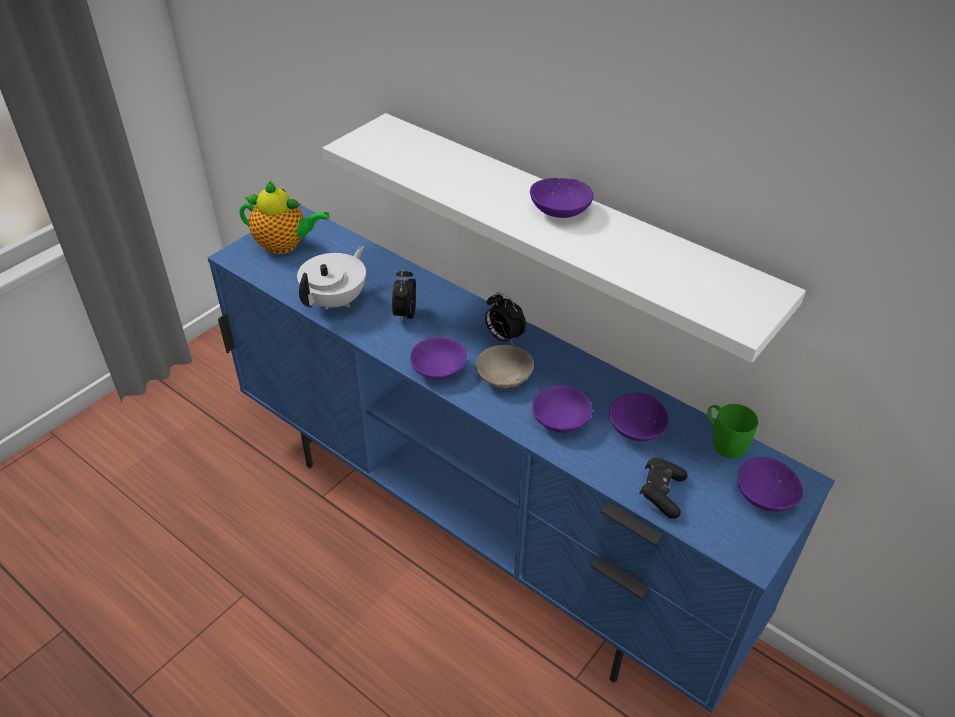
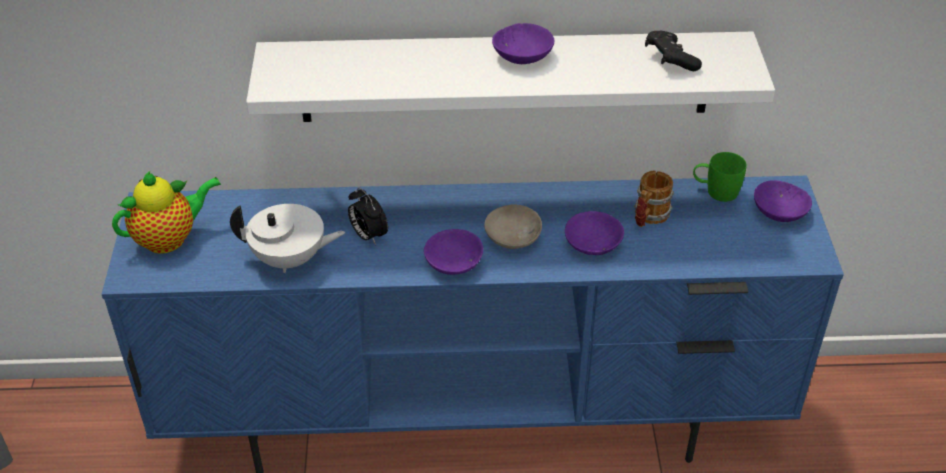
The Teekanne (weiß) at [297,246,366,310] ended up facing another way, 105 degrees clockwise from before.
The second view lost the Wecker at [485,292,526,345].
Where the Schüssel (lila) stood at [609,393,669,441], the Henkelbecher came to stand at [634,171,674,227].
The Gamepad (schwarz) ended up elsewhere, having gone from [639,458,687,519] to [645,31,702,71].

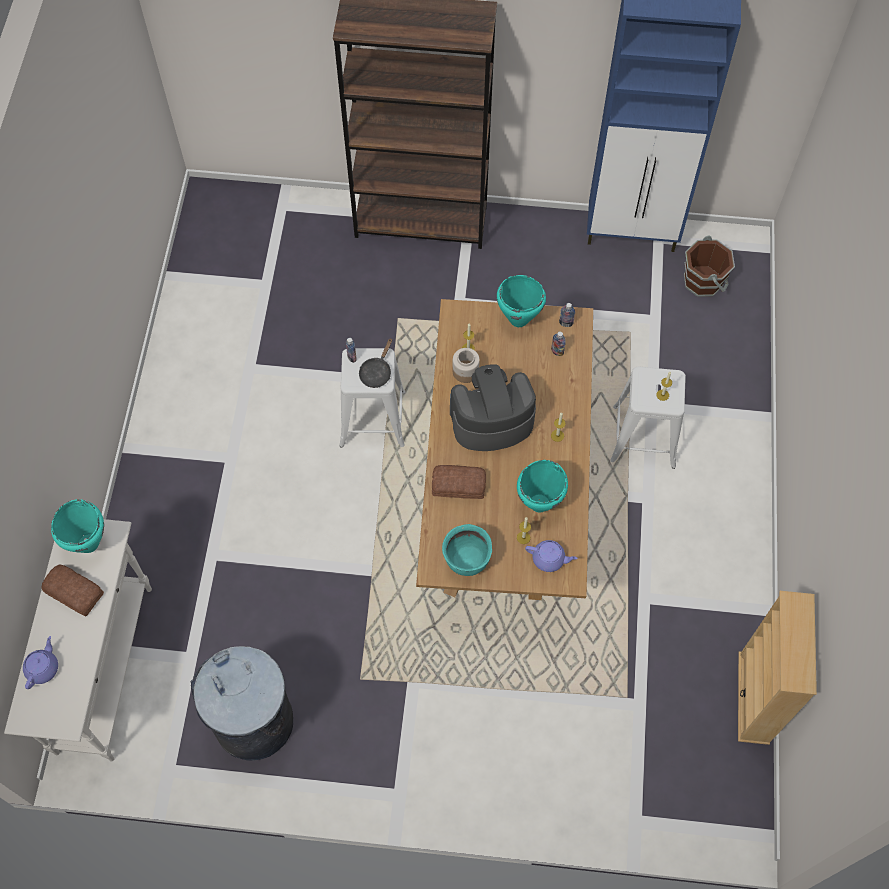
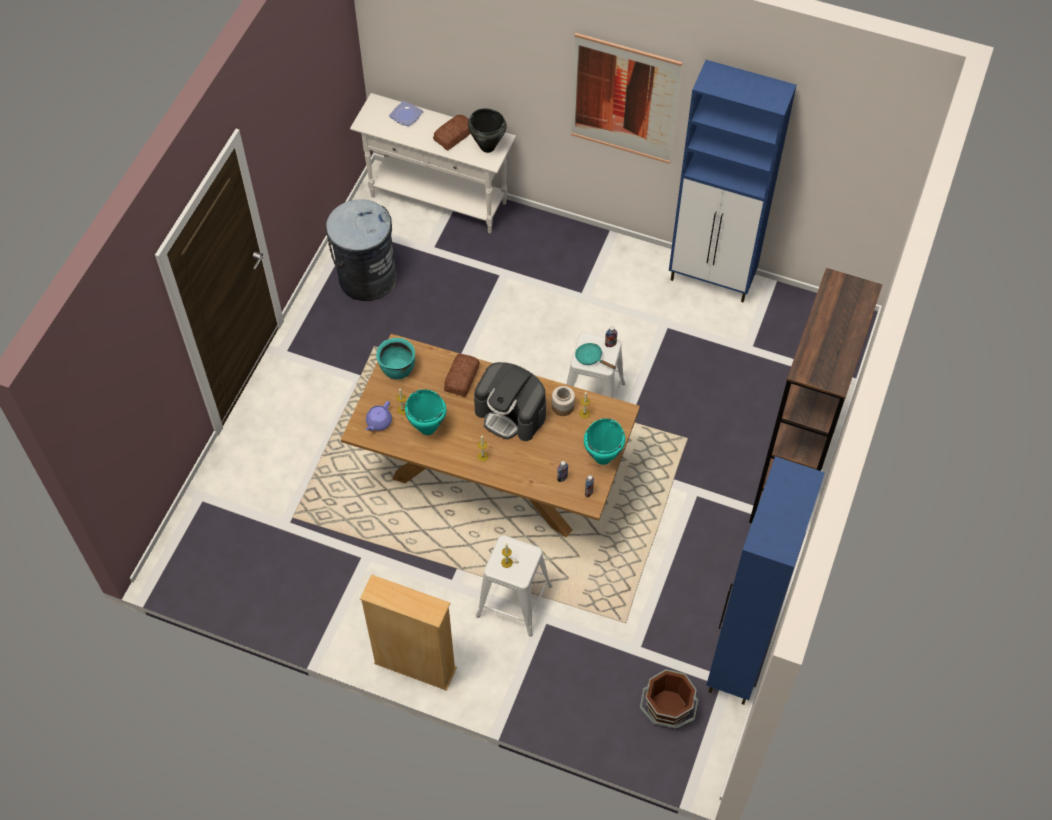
What was the Pfanne (schwarz) at [359,338,392,388] turned into the Pfanne (türkis) at [575,343,616,369].
The Kaffeemaschine at [450,364,536,451] ended up facing another way, 120 degrees clockwise from before.
What was the Kochtopf (türkis) at [51,499,104,553] turned into the Kochtopf (schwarz) at [468,108,507,153].
The Bücherregal (beige) ended up elsewhere, having gone from [738,591,817,745] to [360,574,457,691].
Where the Teekanne (lila) stood at [23,636,58,689], the Teller came to stand at [389,101,423,126].
The second view gained the Bild at [571,33,682,164].
The second view gained the Schrank (blau) at [669,60,797,302].

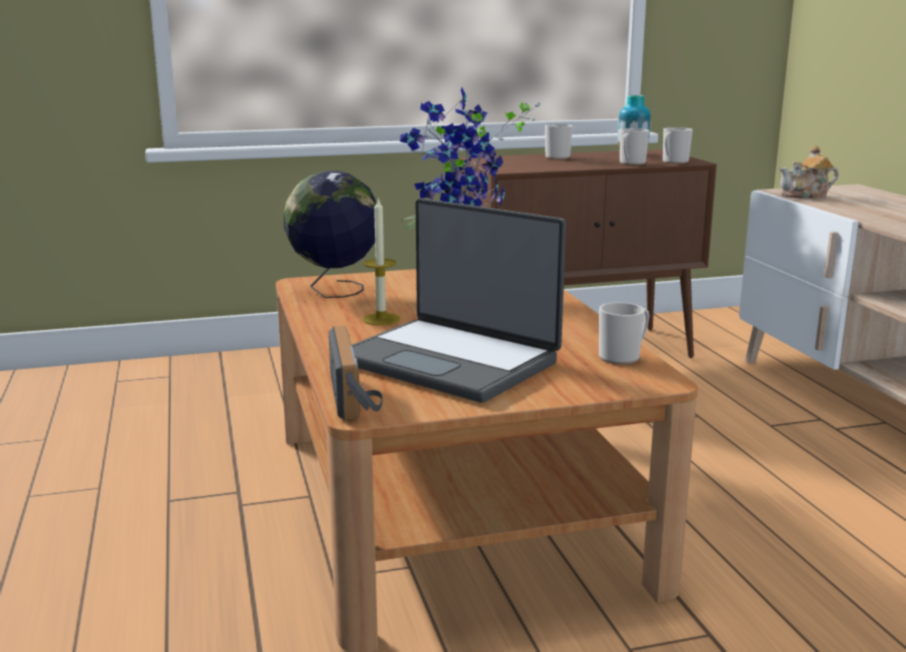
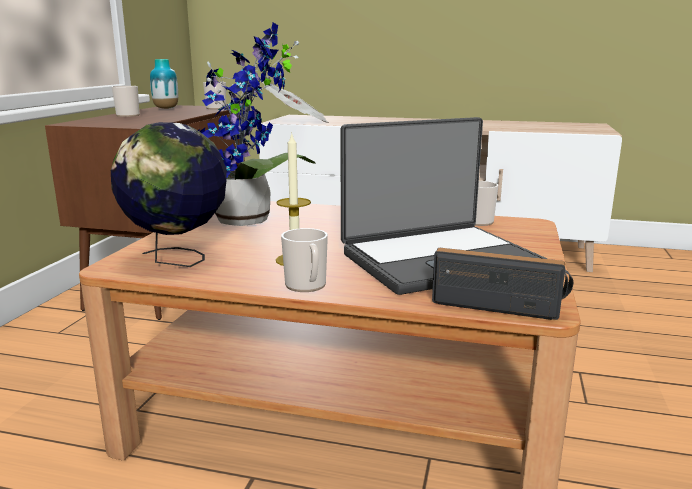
The Henkelbecher ended up elsewhere, having gone from [620,128,649,165] to [281,228,328,292].
Where the Teekanne stood at [779,146,839,199], the Zeitung came to stand at [262,81,329,123].

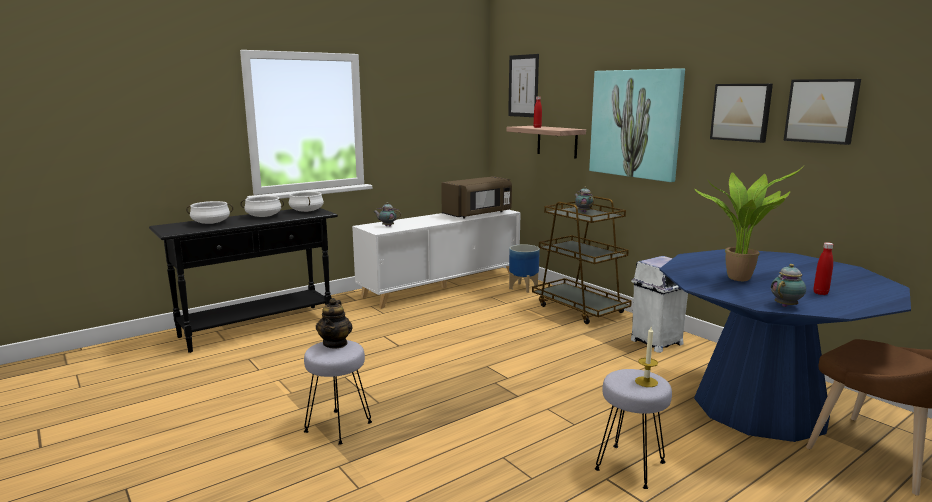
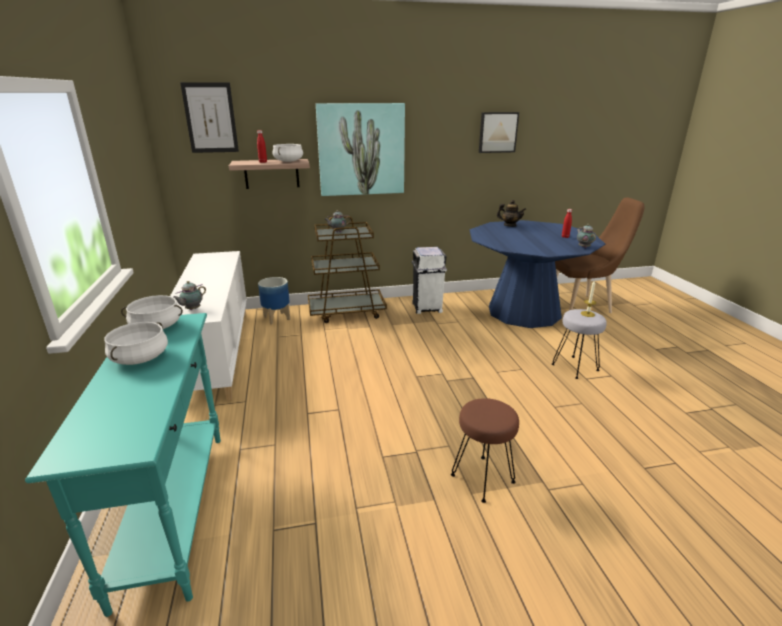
The second view lost the Bild at [710,84,773,143].
The second view lost the Topfpflanze at [694,166,804,281].
The second view lost the Mikrowelle (braun) at [441,176,512,218].
The Kochtopf (weiß) ended up elsewhere, having gone from [186,201,233,224] to [272,144,303,162].
What was the Konsolentisch (schwarz) at [149,208,338,353] turned into the Konsolentisch (türkis) at [25,313,221,617].
The Teekanne ended up elsewhere, having gone from [316,298,353,349] to [497,200,526,227].
What was the Hocker (grau) at [304,340,372,445] turned into the Hocker (braun) at [451,398,519,503].

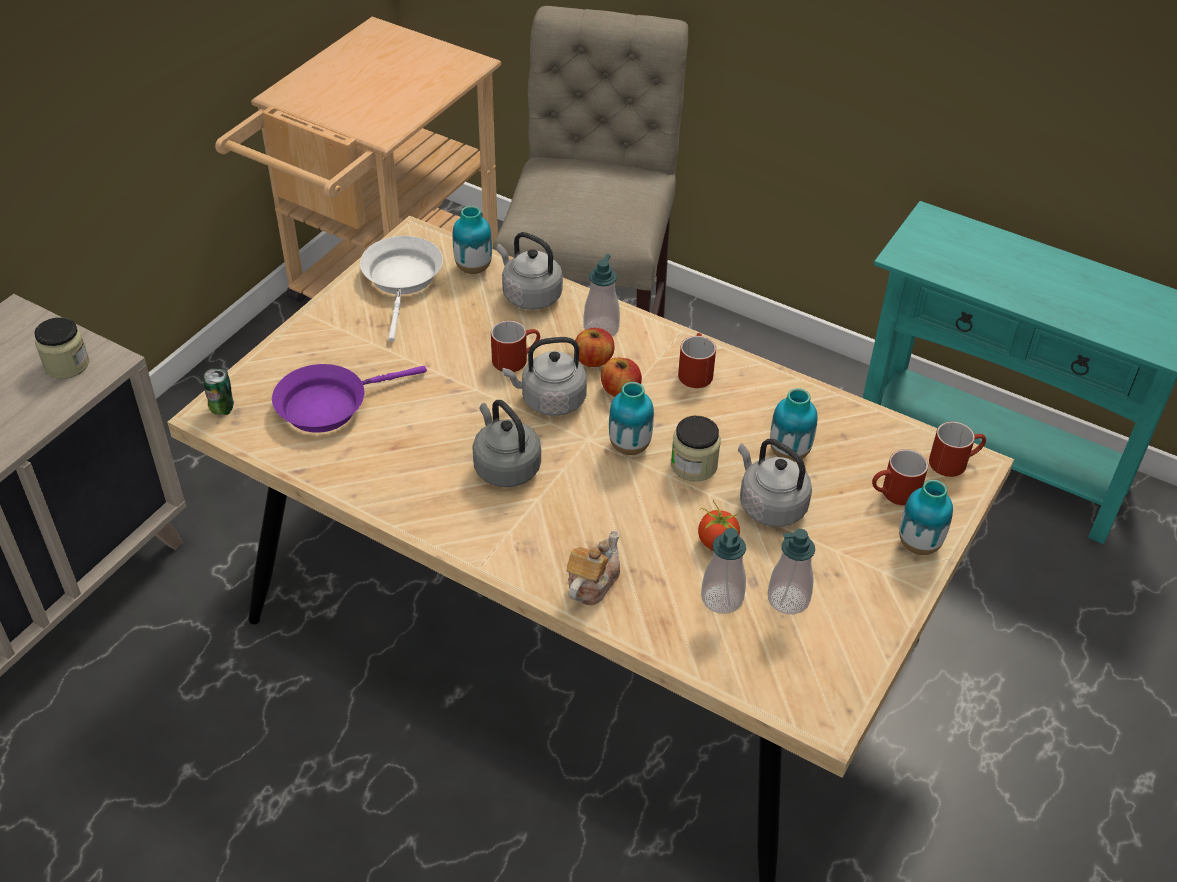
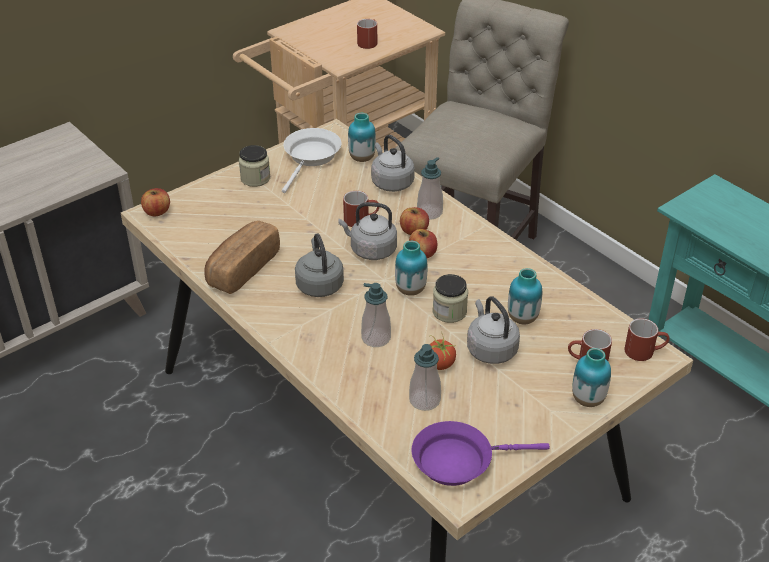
The Vorratsglas ended up elsewhere, having gone from [34,317,89,379] to [239,145,270,187].
The Henkelbecher (rot) ended up elsewhere, having gone from [678,333,716,388] to [357,19,377,49].
The Pfanne (lila) ended up elsewhere, having gone from [272,364,427,433] to [411,421,550,486].
Where the Dose stood at [204,368,234,415], the Apfel came to stand at [141,188,170,217].
The Seifenspender ended up elsewhere, having gone from [768,529,815,614] to [361,283,391,347].
The second view lost the Teekanne at [567,531,620,605].
The second view gained the Brot at [204,221,280,294].

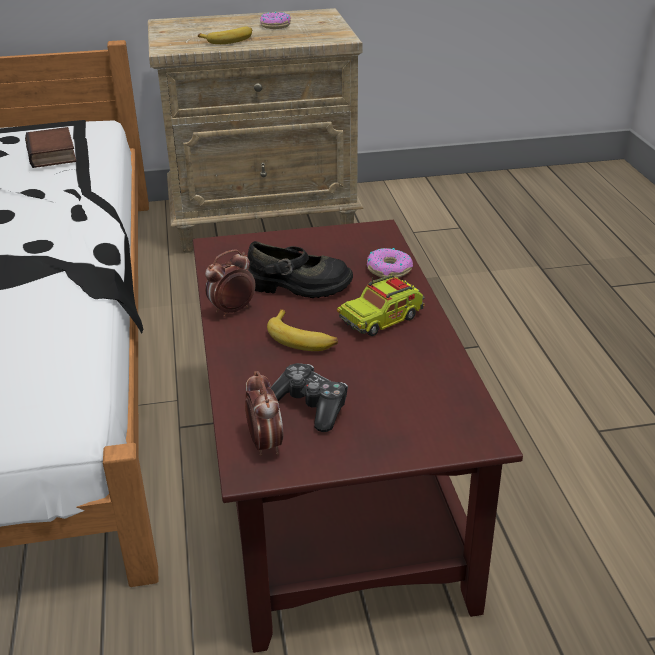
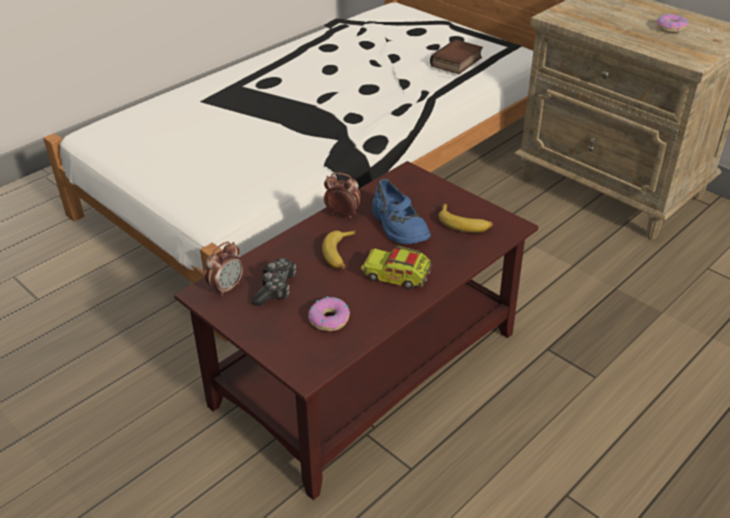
The Banane ended up elsewhere, having gone from [198,27,252,44] to [439,204,493,233].
What was the Schuh (schwarz) at [247,241,353,298] turned into the Schuh (blau) at [372,179,431,244].
The Donut ended up elsewhere, having gone from [367,248,413,278] to [308,296,350,331].

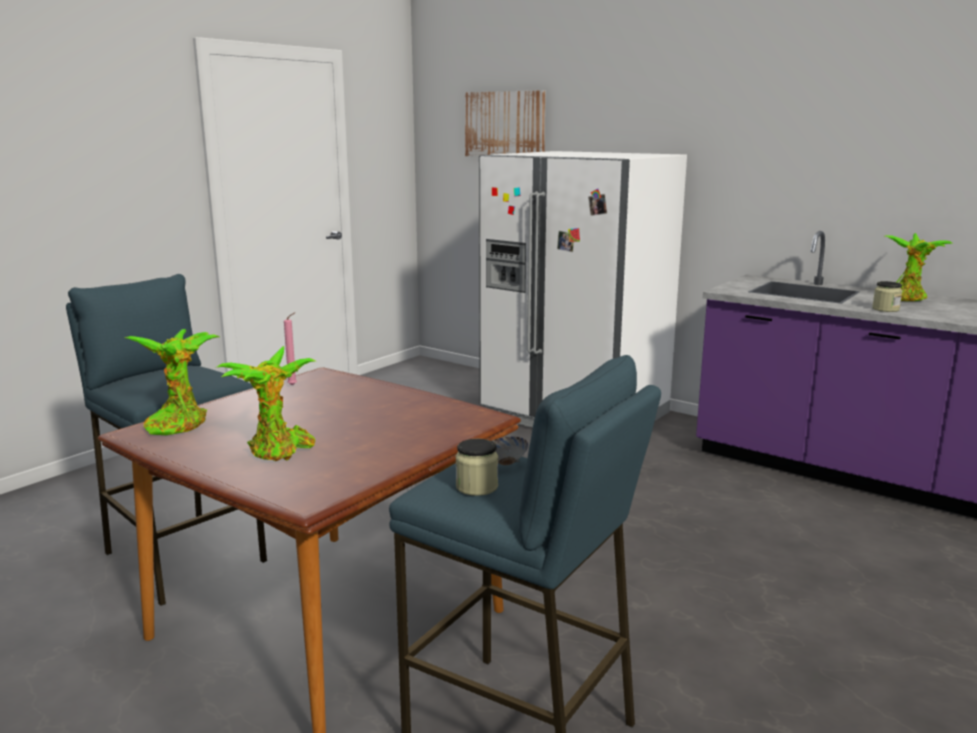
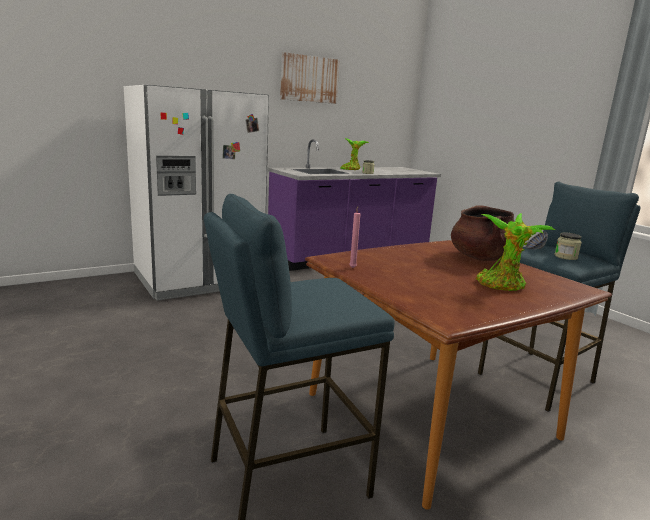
The Bild ended up elsewhere, having gone from [465,90,546,157] to [280,52,339,104].
The second view lost the Topfpflanze at [125,329,220,435].
The second view gained the Kochtopf (braun) at [451,205,515,261].

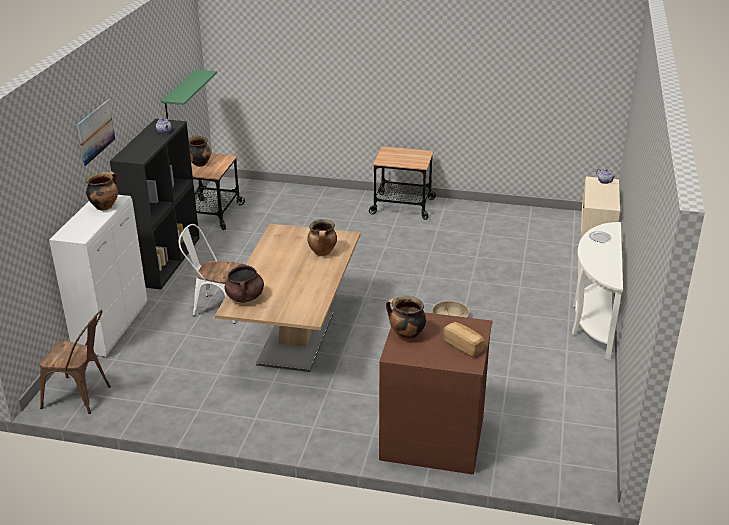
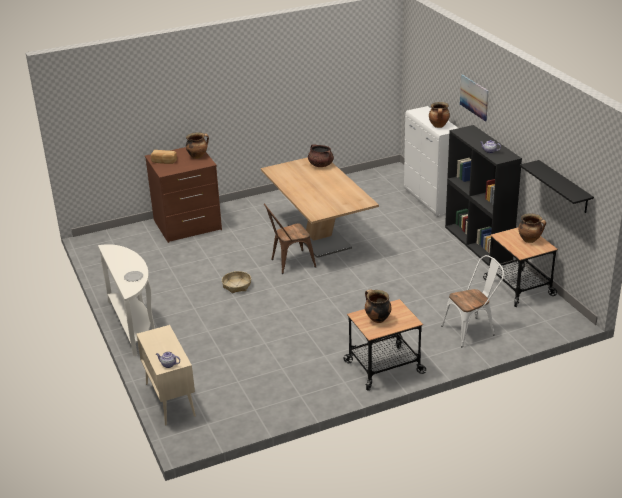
What was the Wandregal (grün) at [161,70,217,119] turned into the Wandregal (schwarz) at [520,160,594,213].
The Kochtopf ended up elsewhere, having gone from [307,219,337,256] to [365,289,392,323].
The Stuhl (weiß) ended up elsewhere, having gone from [179,224,239,324] to [441,255,504,347].
The Stuhl (braun) ended up elsewhere, having gone from [40,310,111,414] to [264,204,316,274].

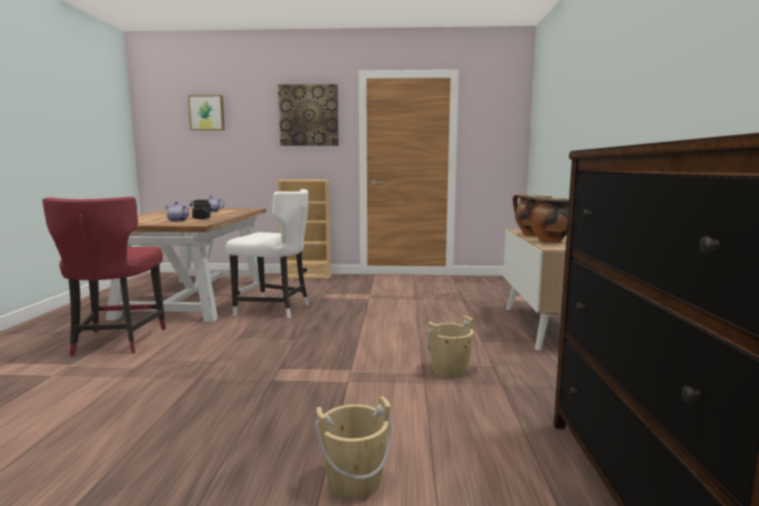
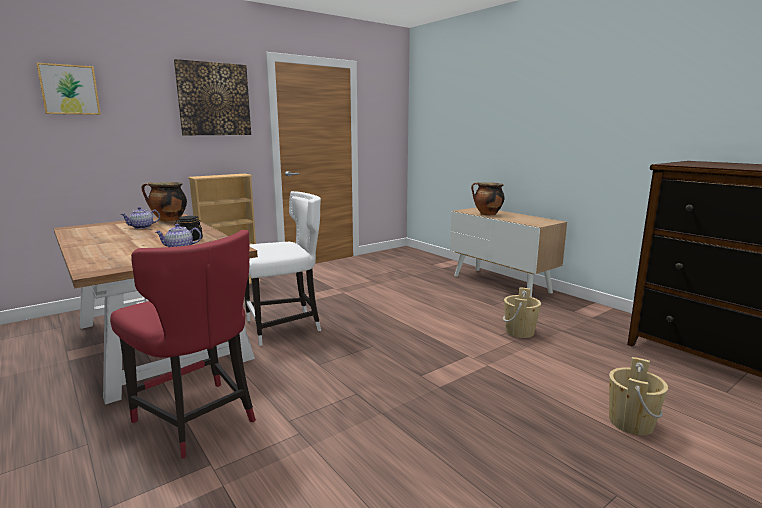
The Kochtopf ended up elsewhere, having gone from [526,197,569,243] to [141,182,187,222].

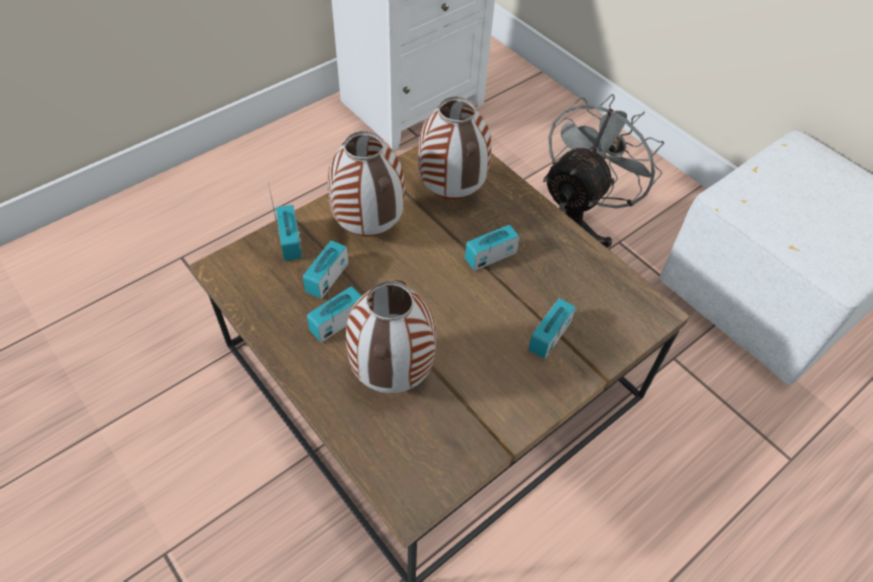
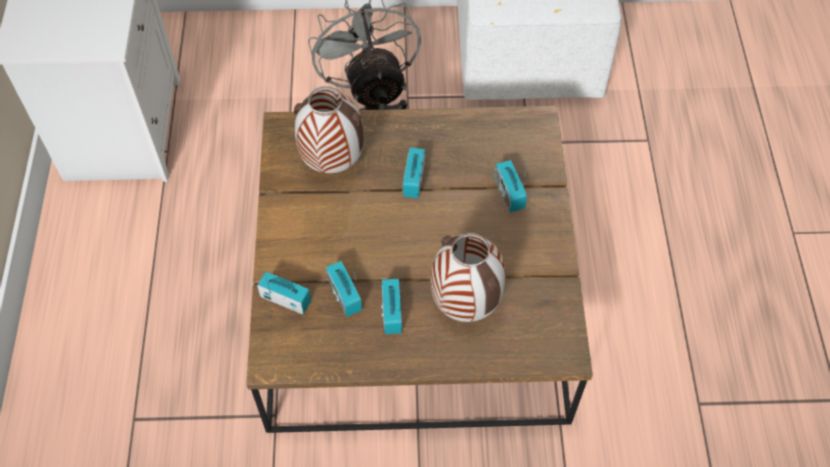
The second view lost the Vase at [328,131,405,237].

